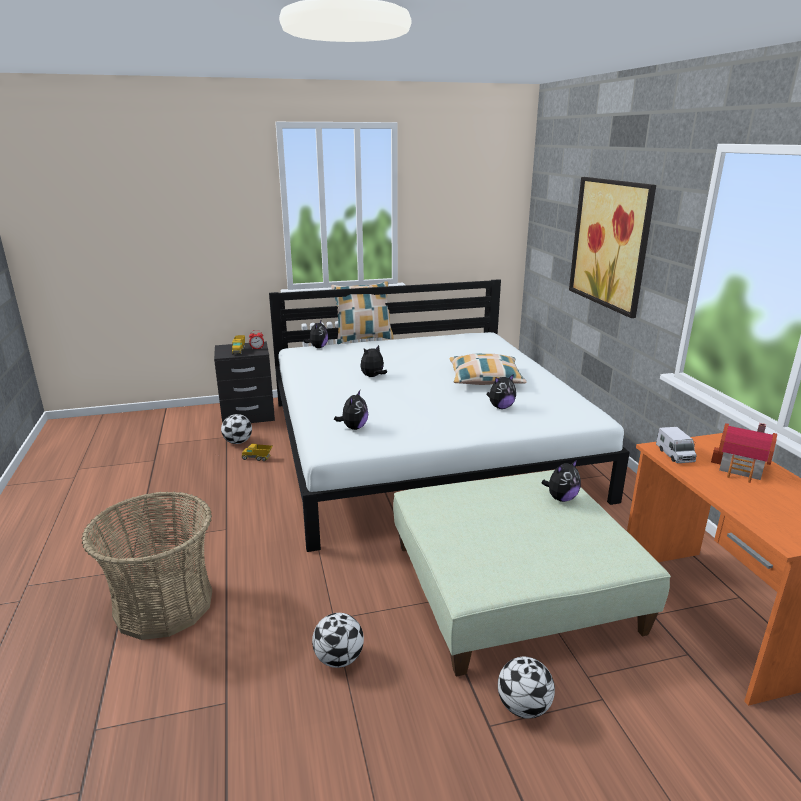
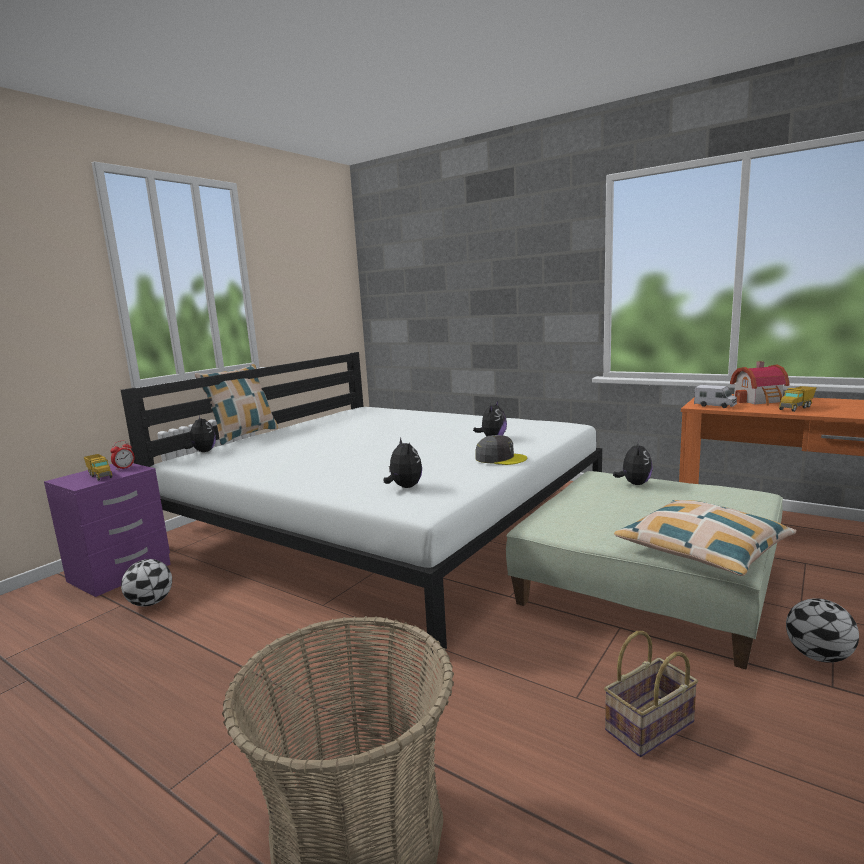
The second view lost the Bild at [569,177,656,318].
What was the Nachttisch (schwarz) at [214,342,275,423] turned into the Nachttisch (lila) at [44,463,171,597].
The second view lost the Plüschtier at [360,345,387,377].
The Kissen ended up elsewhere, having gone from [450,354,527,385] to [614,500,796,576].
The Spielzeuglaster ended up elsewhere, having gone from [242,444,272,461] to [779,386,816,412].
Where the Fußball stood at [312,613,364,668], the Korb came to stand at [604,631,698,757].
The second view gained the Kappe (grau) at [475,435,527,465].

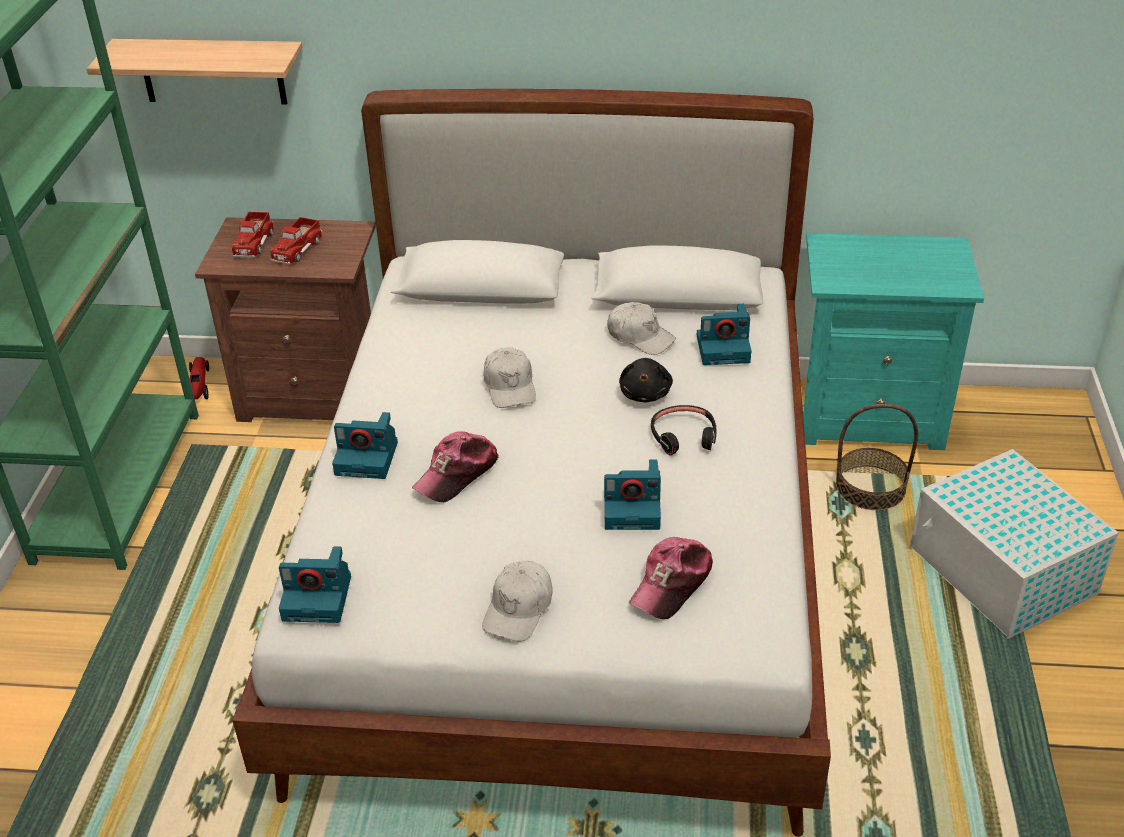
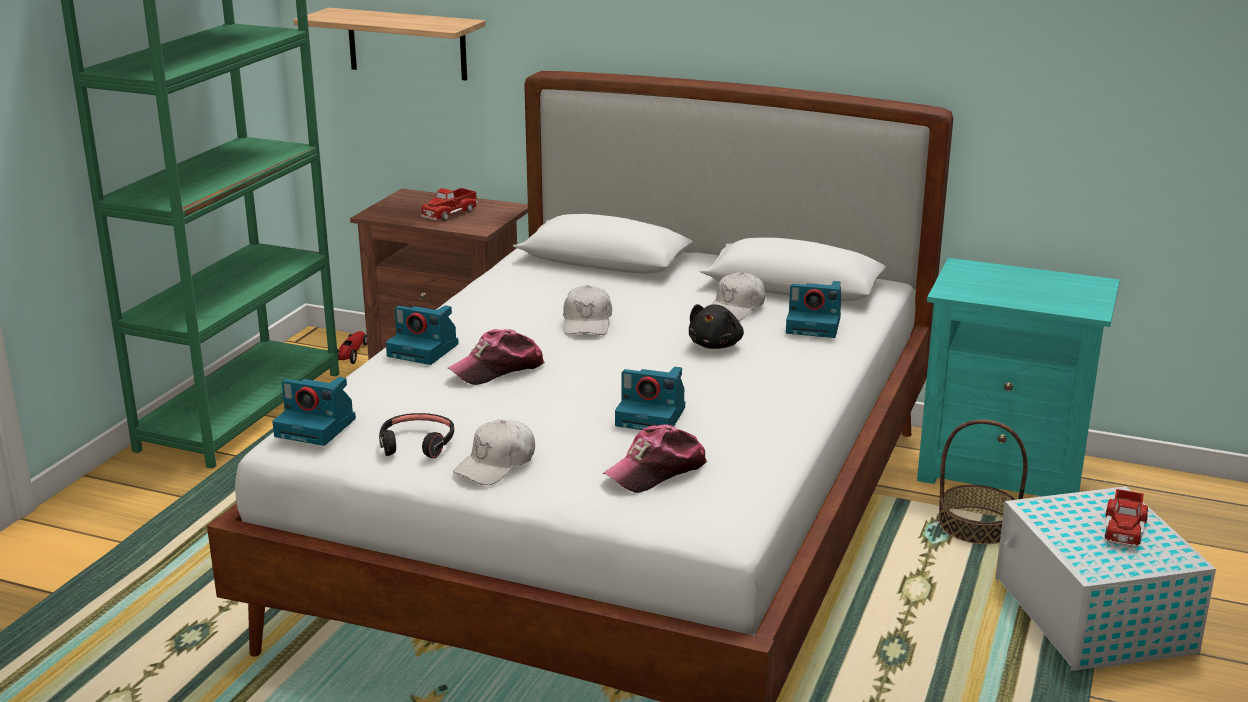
The Spielzeuglaster ended up elsewhere, having gone from [232,212,274,258] to [1105,489,1148,548].
The Kappe (weiß) at [607,302,676,355] ended up facing another way, 75 degrees clockwise from before.
The Kopfhörer (schwarz) ended up elsewhere, having gone from [651,405,717,455] to [379,413,454,458].

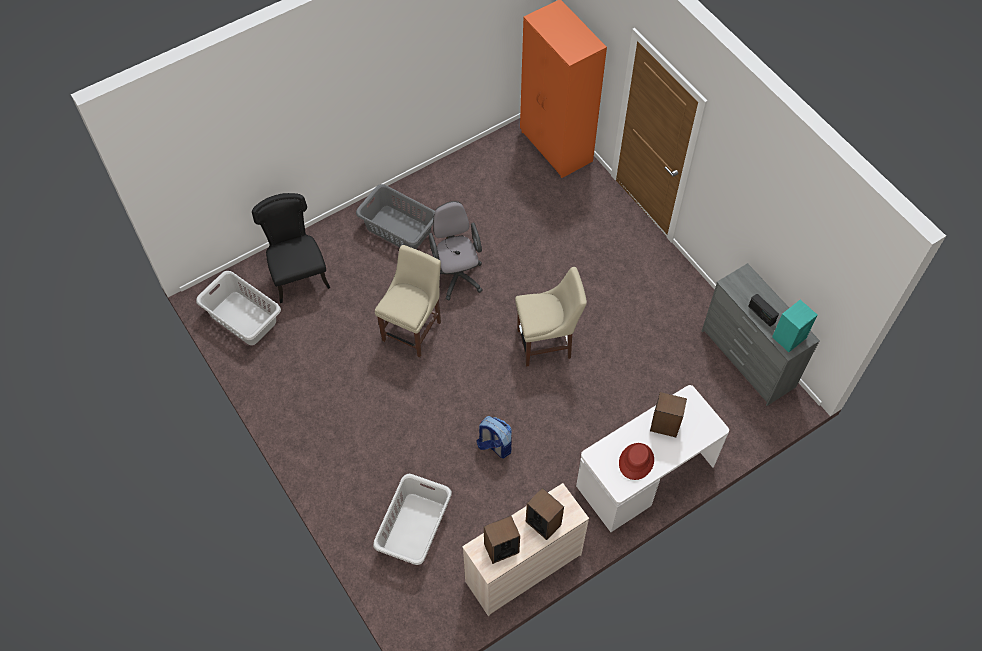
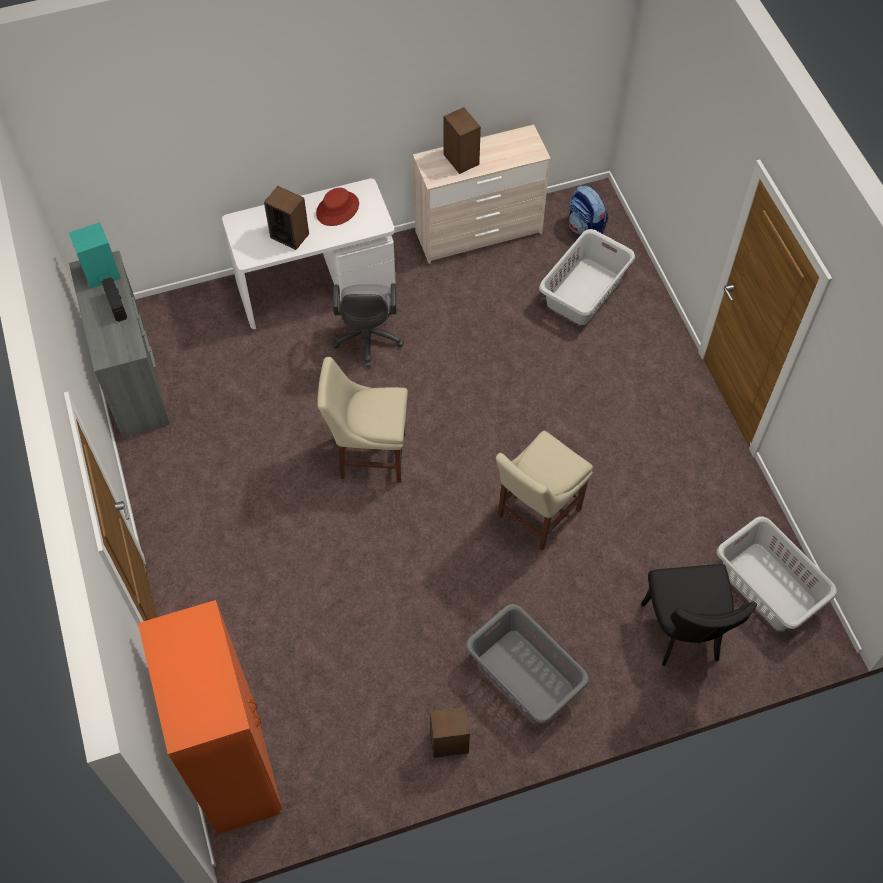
The Bürostuhl (grau) ended up elsewhere, having gone from [429,201,483,300] to [333,283,404,367].
The Rucksack ended up elsewhere, having gone from [477,416,512,458] to [569,185,608,234].
The Lautsprecher ended up elsewhere, having gone from [484,516,520,564] to [430,707,470,758].

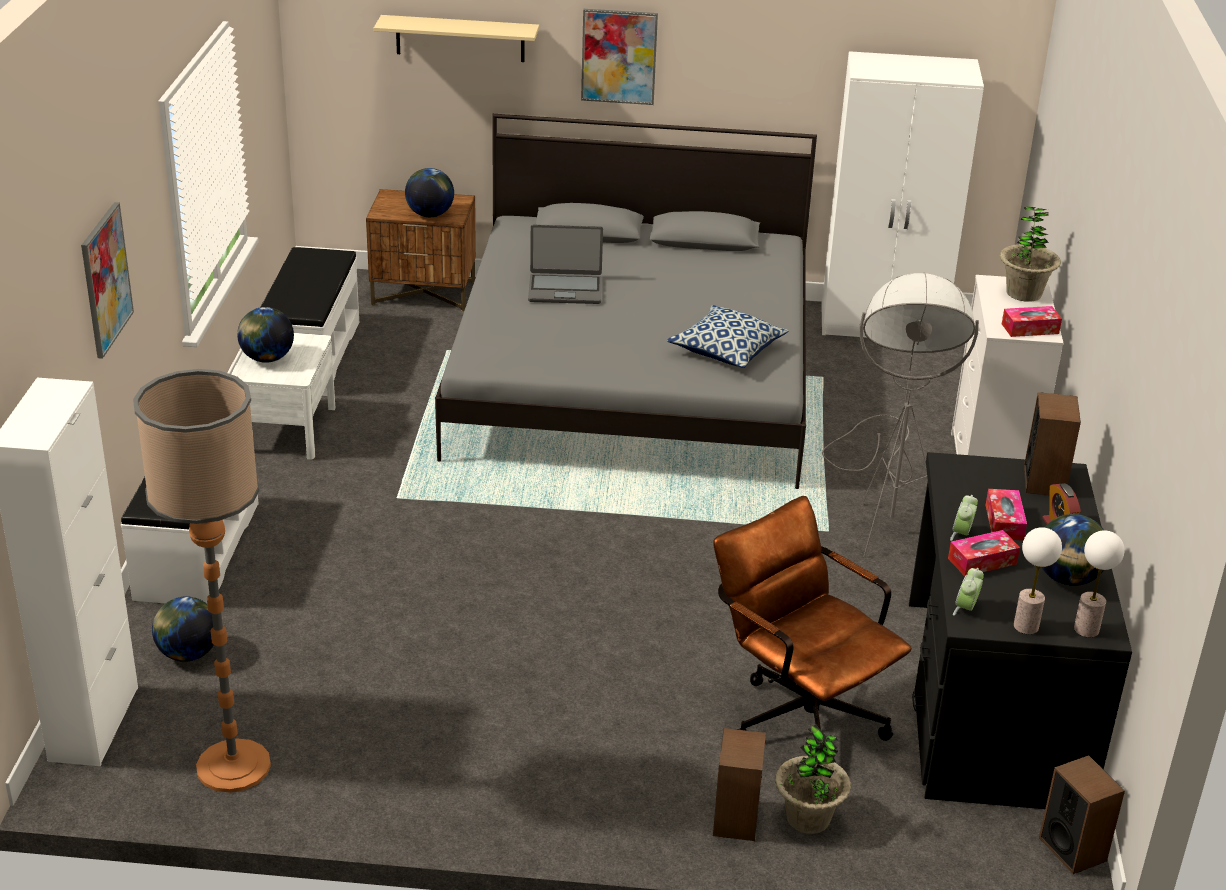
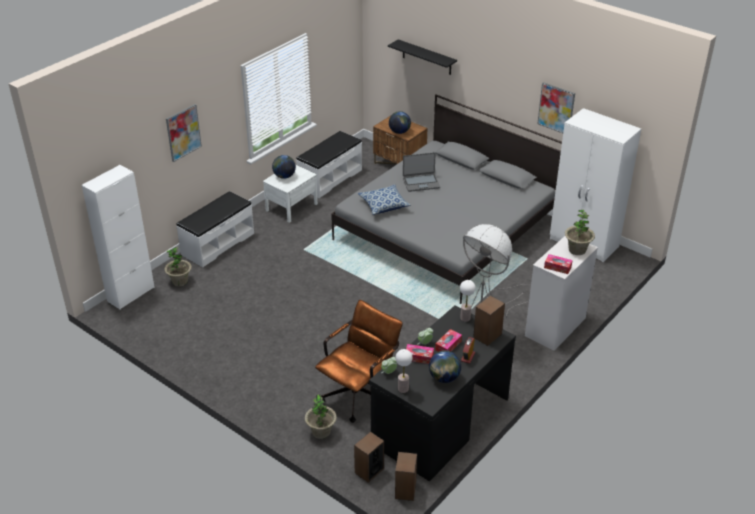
The Bild ended up elsewhere, having gone from [581,9,658,105] to [537,82,575,133].
What was the Wandregal (beige) at [374,15,539,62] turned into the Wandregal (schwarz) at [388,39,457,75].
The Laptop at [528,224,603,304] ended up facing another way, 45 degrees counterclockwise from before.
The Kissen ended up elsewhere, having gone from [666,305,789,368] to [358,184,411,215].
The second view lost the Stehlampe at [133,369,271,793].
The Bürostuhl (braun) at [713,496,912,745] ended up facing another way, 45 degrees clockwise from before.
The Tischlampe ended up elsewhere, having gone from [1074,530,1125,637] to [460,280,476,322].
Where the Globus stood at [152,596,214,662], the Topfpflanze came to stand at [164,247,192,287].
The Lautsprecher ended up elsewhere, having gone from [713,728,766,841] to [354,432,384,483].

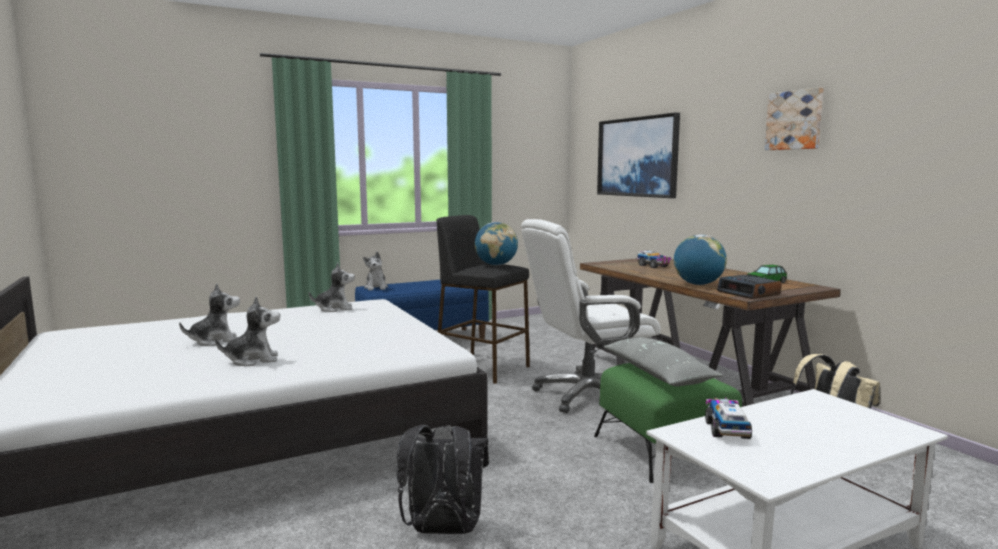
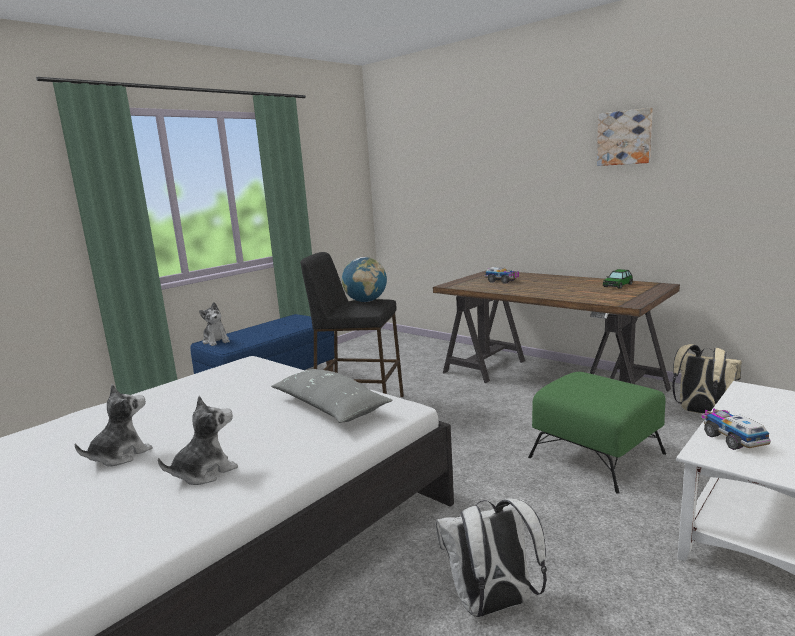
The second view lost the Bild at [597,112,680,198].
The second view lost the Bürostuhl (weiß) at [521,219,661,413].
The second view lost the Globus at [674,235,727,285].
The second view lost the Plüschtier at [309,263,355,312].
The second view lost the Wecker at [717,275,782,299].
The Kissen (grau) ended up elsewhere, having gone from [603,337,723,387] to [271,369,393,423].
What was the Rucksack (schwarz) at [397,425,489,534] turned into the Rucksack (weiß) at [436,498,547,617].

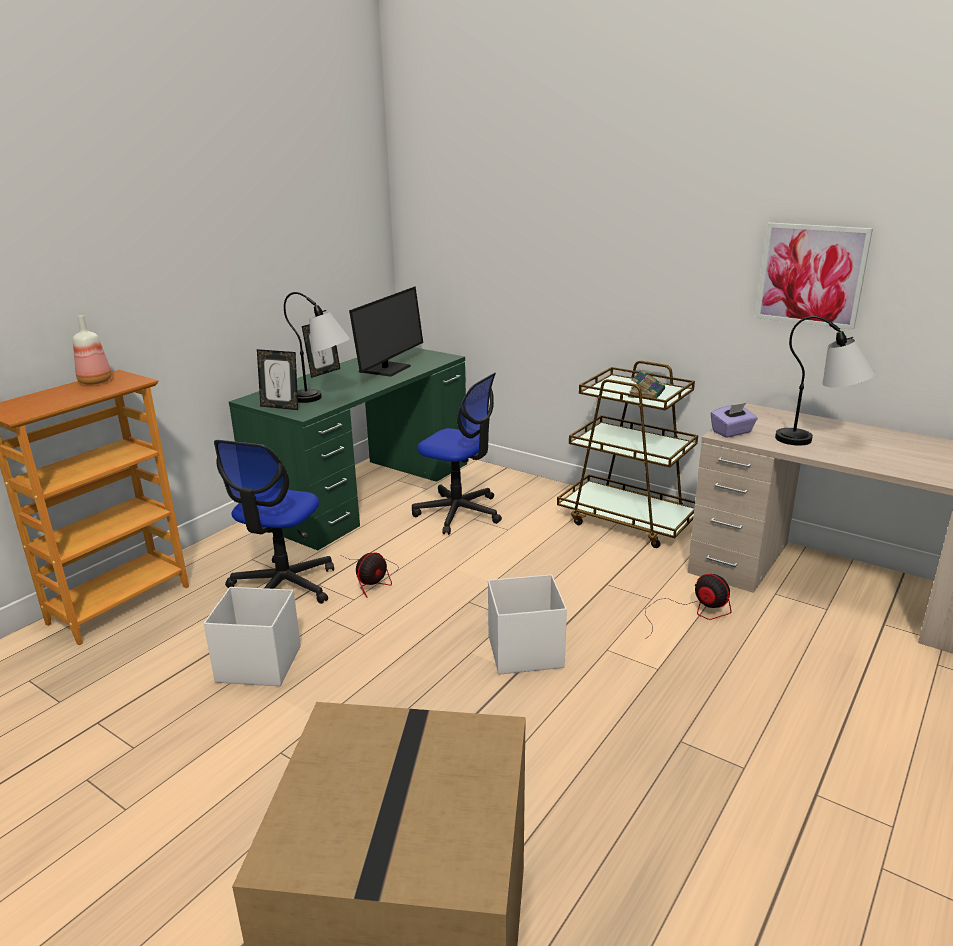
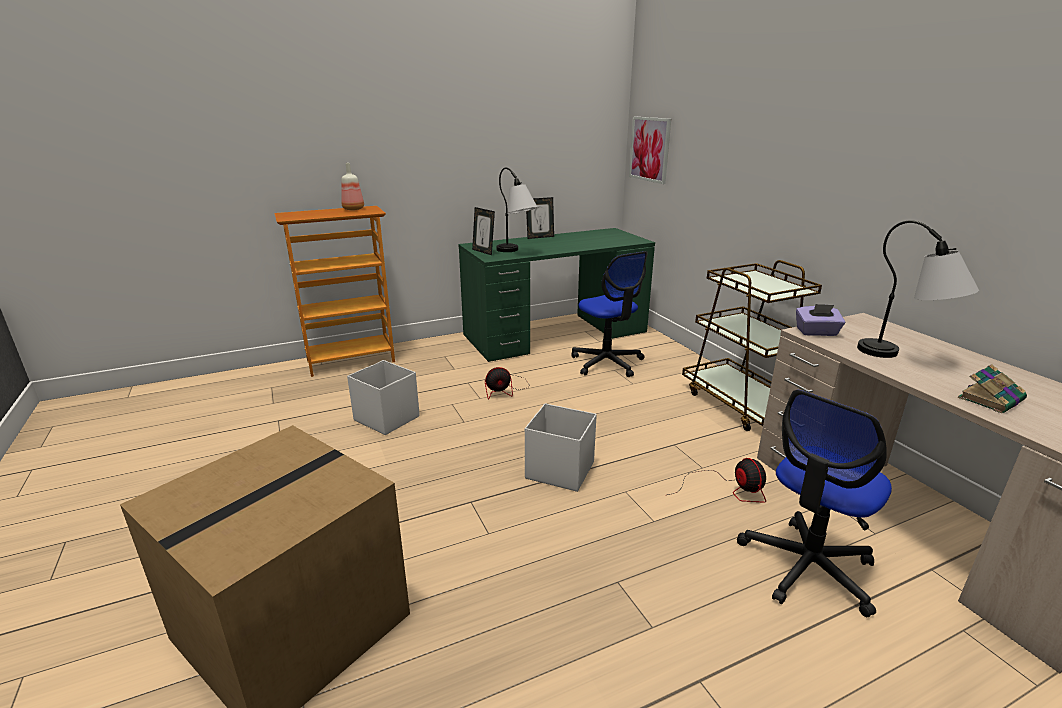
The Bild ended up elsewhere, having gone from [755,223,873,330] to [629,117,671,184].
The second view lost the Monitor at [349,286,423,377].
The Buch ended up elsewhere, having gone from [628,370,665,401] to [958,364,1027,413].
The Bürostuhl ended up elsewhere, having gone from [214,440,334,604] to [737,390,892,617].

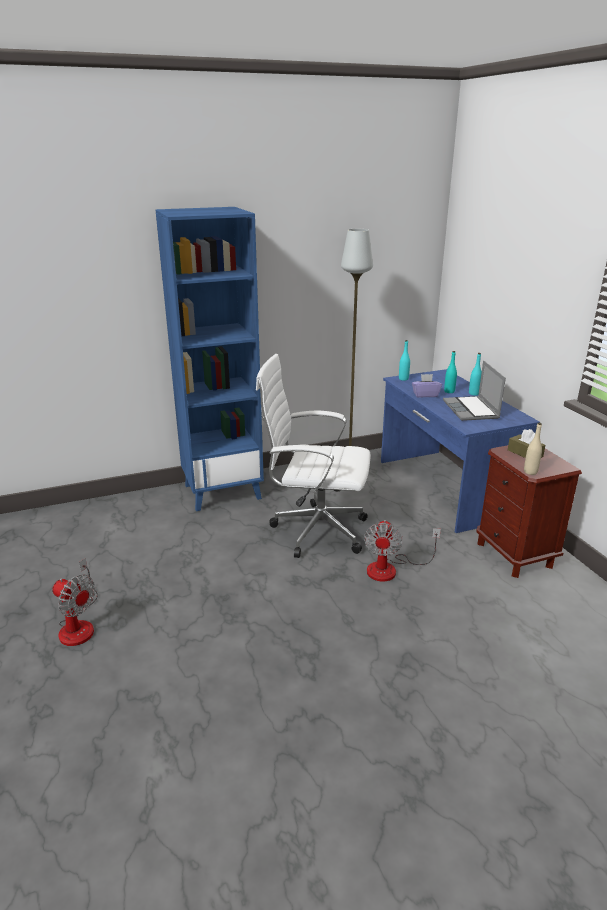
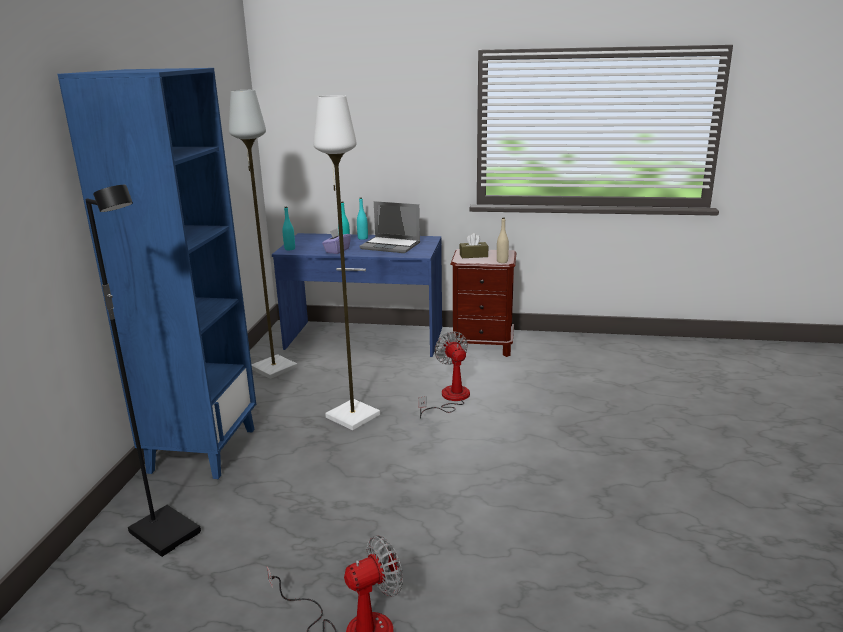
Where the Bürostuhl (weiß) stood at [256,354,371,558], the Stehlampe (weiß) came to stand at [313,95,380,430].
The Ventilator at [364,520,441,582] ended up facing another way, 150 degrees counterclockwise from before.
The second view gained the Stehlampe (schwarz) at [86,185,201,557].

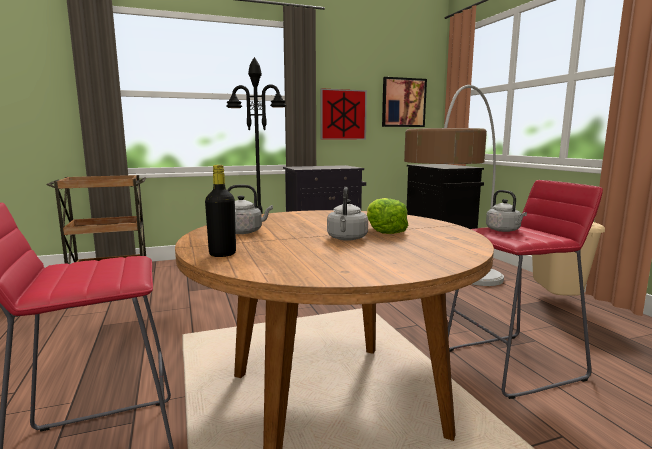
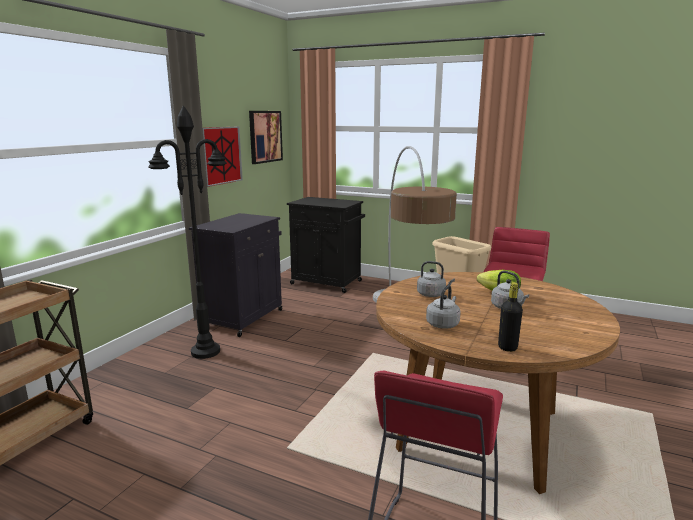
The Wasserkessel (grau) ended up elsewhere, having gone from [486,190,527,232] to [417,261,455,297].

